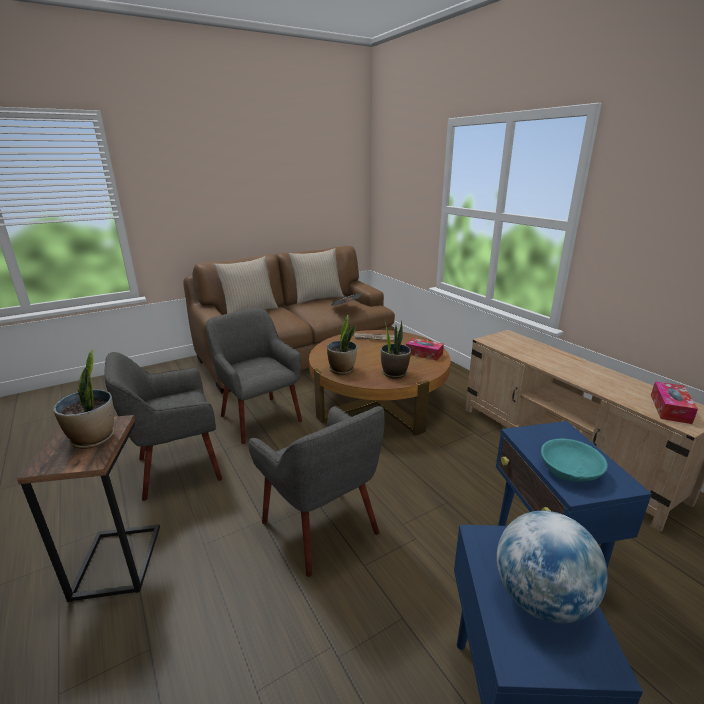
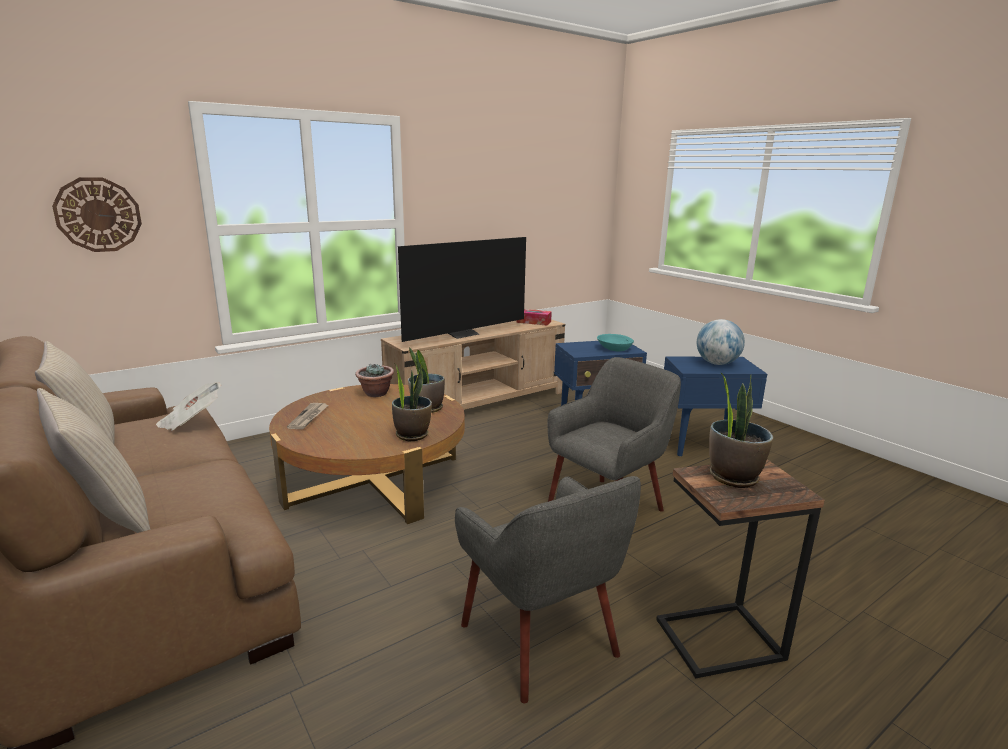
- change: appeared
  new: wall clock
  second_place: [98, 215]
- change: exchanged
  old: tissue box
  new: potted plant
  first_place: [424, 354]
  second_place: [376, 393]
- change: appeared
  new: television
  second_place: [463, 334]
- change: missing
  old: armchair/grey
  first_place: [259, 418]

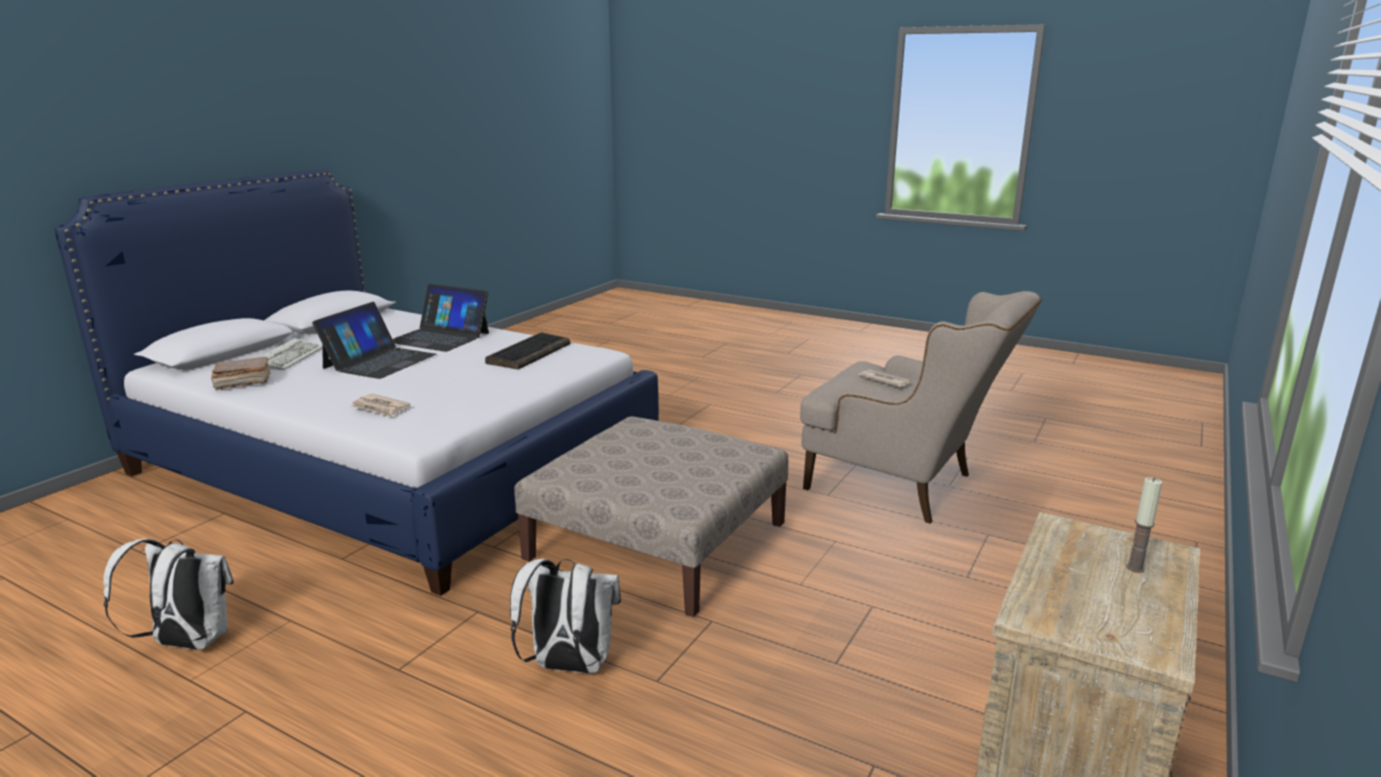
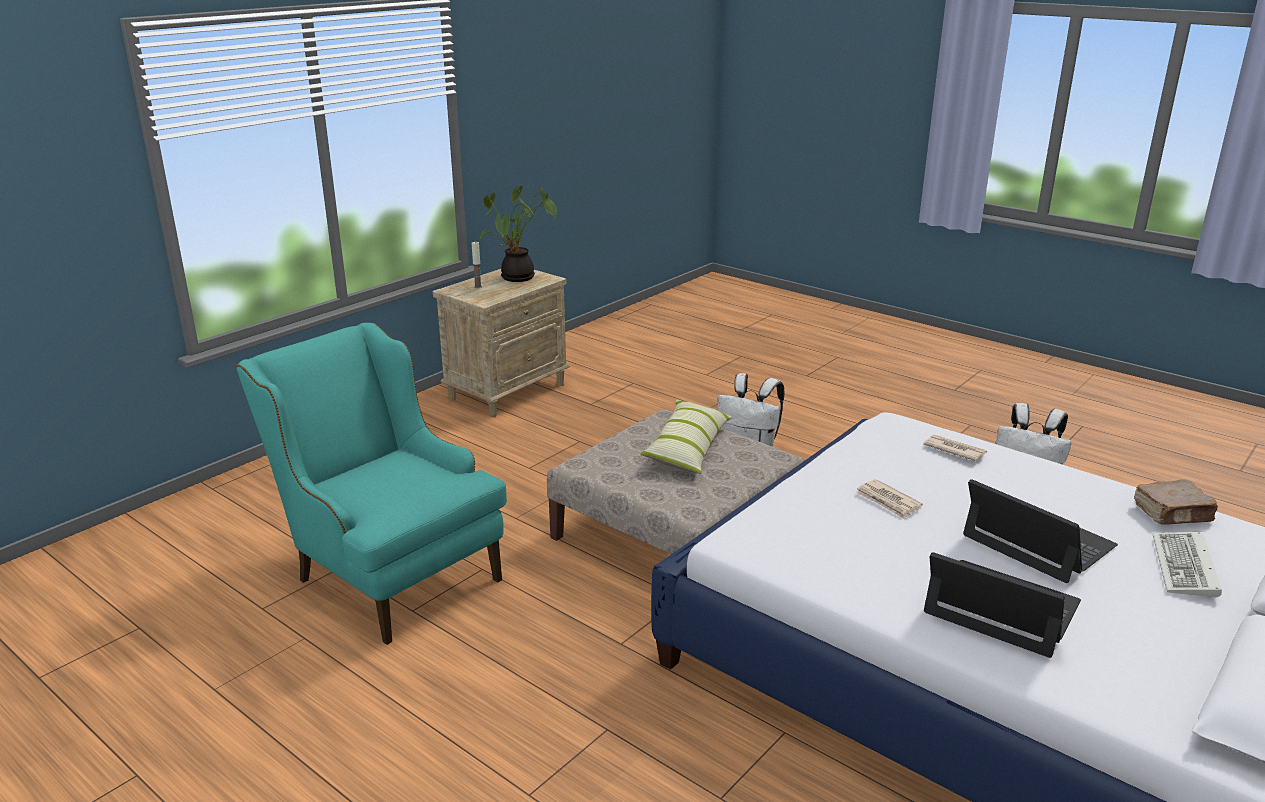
- change: colour
  old: armchair/beige
  new: armchair/turquoise
  first_place: [905, 486]
  second_place: [388, 571]
- change: appeared
  new: potted plant
  second_place: [518, 278]
- change: appeared
  new: pillow
  second_place: [687, 448]
- change: relocated
  old: newspaper
  first_place: [884, 380]
  second_place: [888, 501]
- change: spun
  old: laptop
  first_place: [379, 361]
  second_place: [1038, 541]
  degrees: 105
- change: missing
  old: keyboard
  first_place: [529, 353]

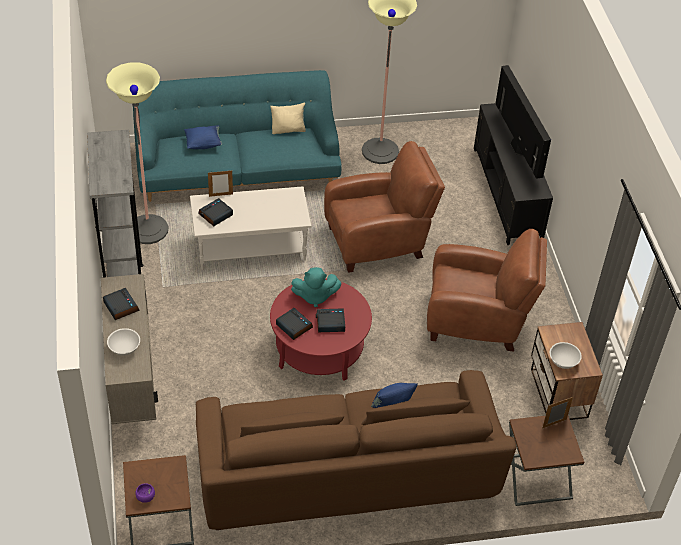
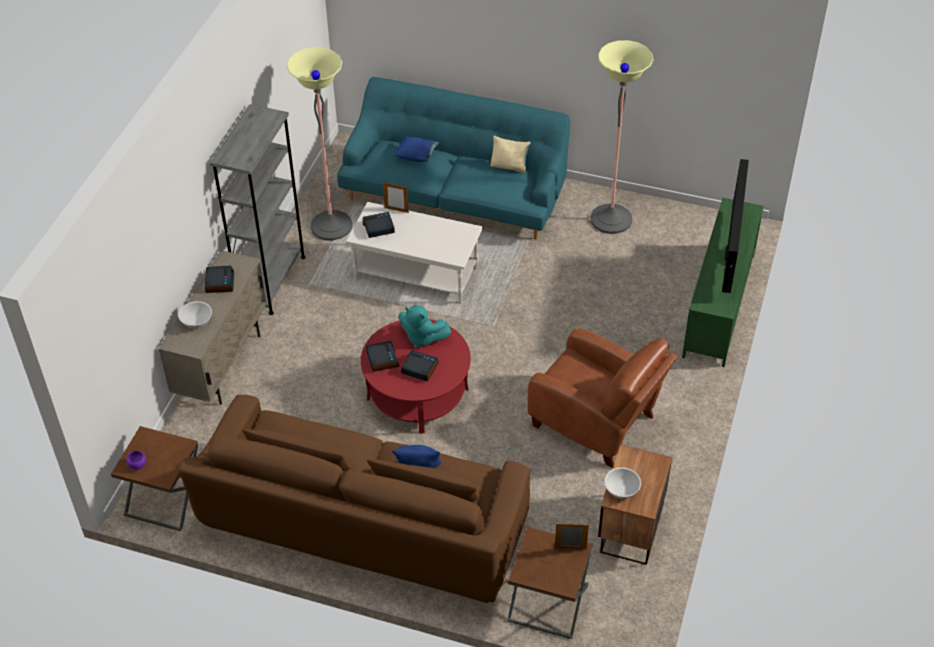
- change: colour
  old: tv stand/black
  new: tv stand/green
  first_place: [507, 194]
  second_place: [719, 304]
- change: missing
  old: armchair/brown
  first_place: [379, 241]

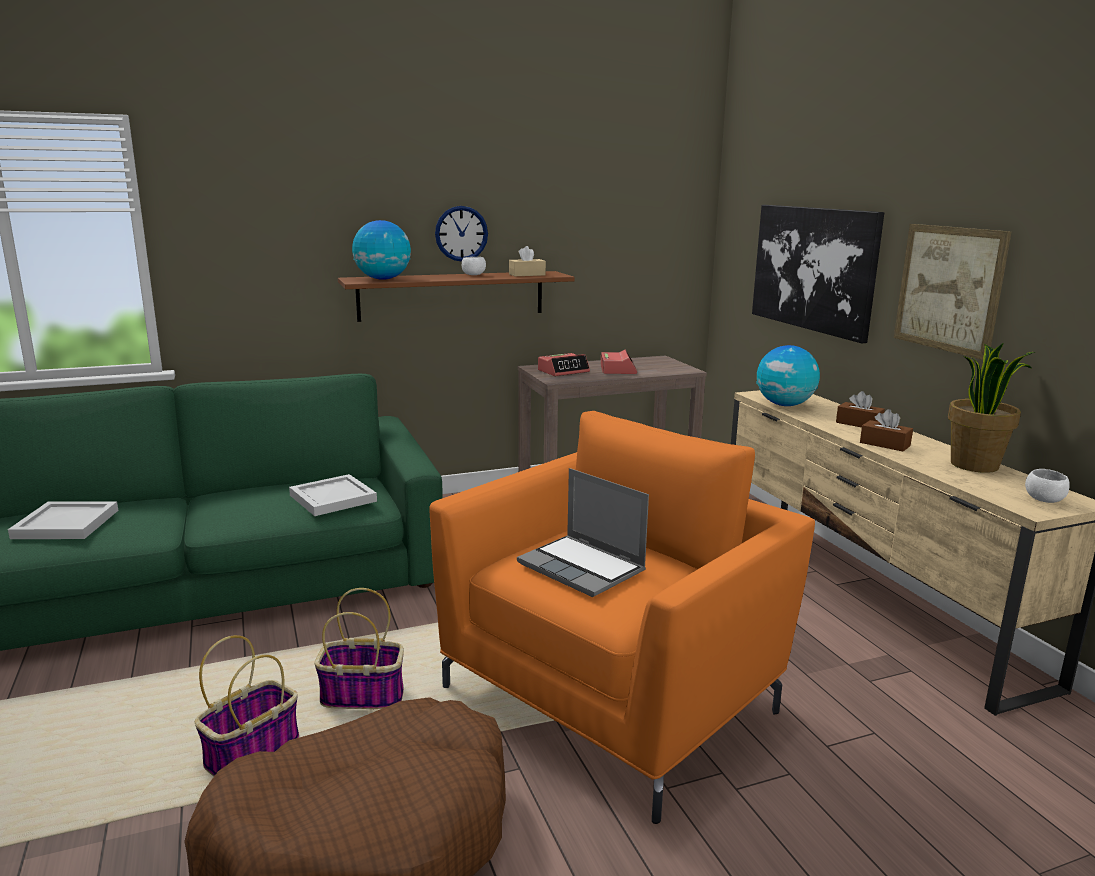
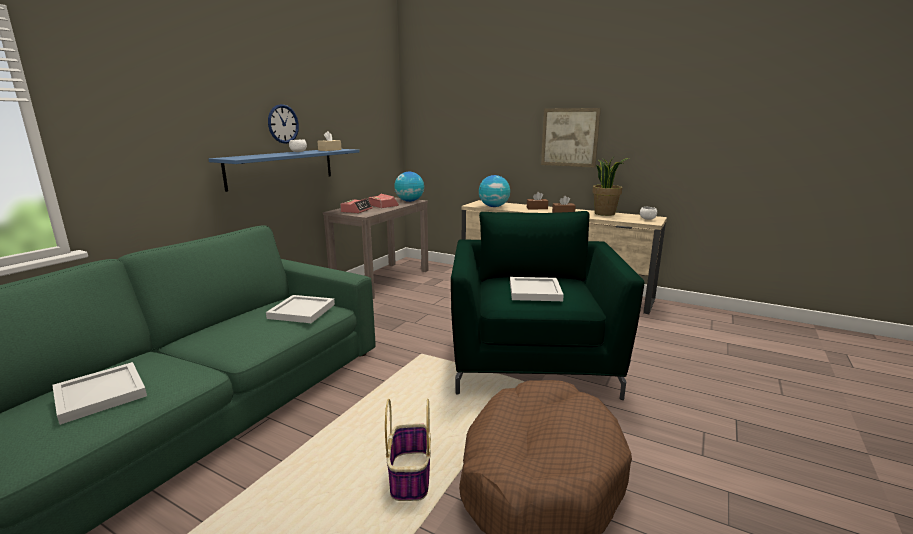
- change: colour
  old: shelf/brown
  new: shelf/blue
  first_place: [452, 295]
  second_place: [282, 168]
- change: relocated
  old: globe
  first_place: [382, 279]
  second_place: [409, 201]
- change: colour
  old: armchair/orange
  new: armchair/green
  first_place: [613, 697]
  second_place: [533, 363]
- change: exchanged
  old: laptop
  new: tray/white
  first_place: [583, 568]
  second_place: [535, 291]
- change: missing
  old: basket
  first_place: [364, 696]
- change: missing
  old: picture
  first_place: [813, 268]

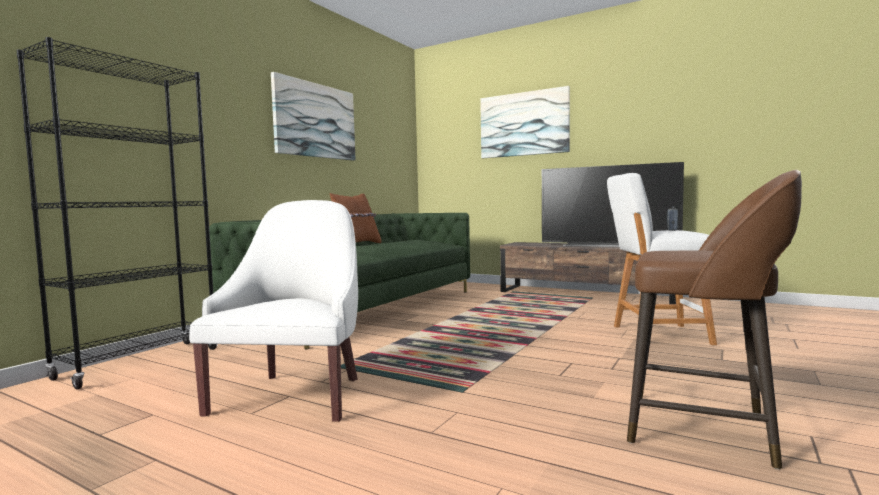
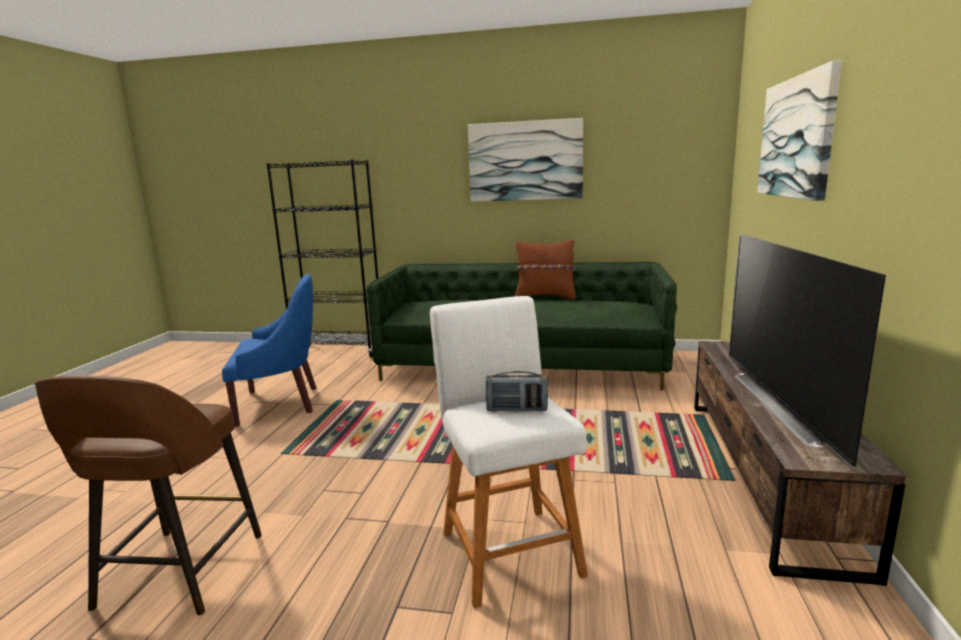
- change: colour
  old: armchair/white
  new: armchair/blue
  first_place: [294, 395]
  second_place: [280, 403]

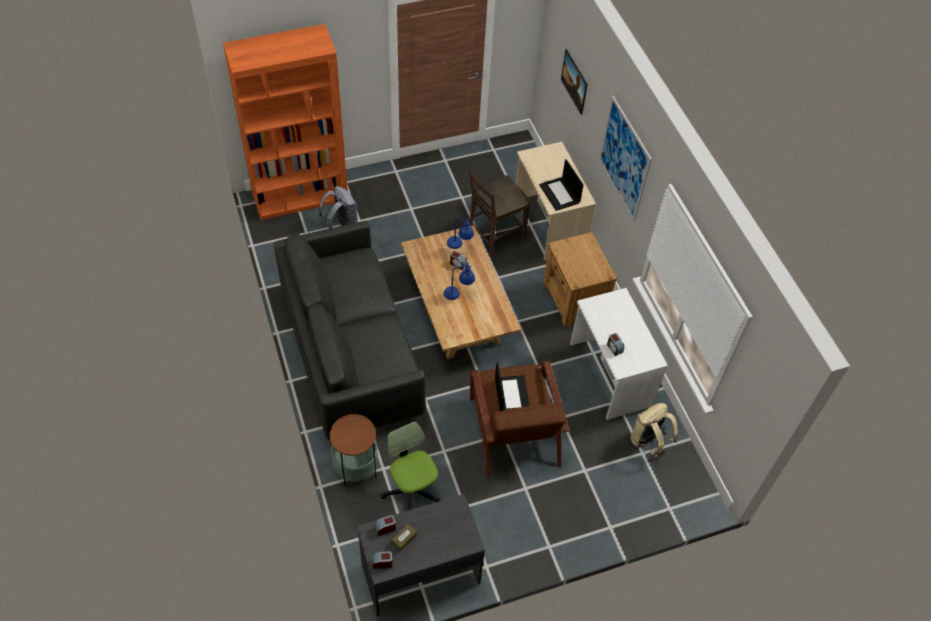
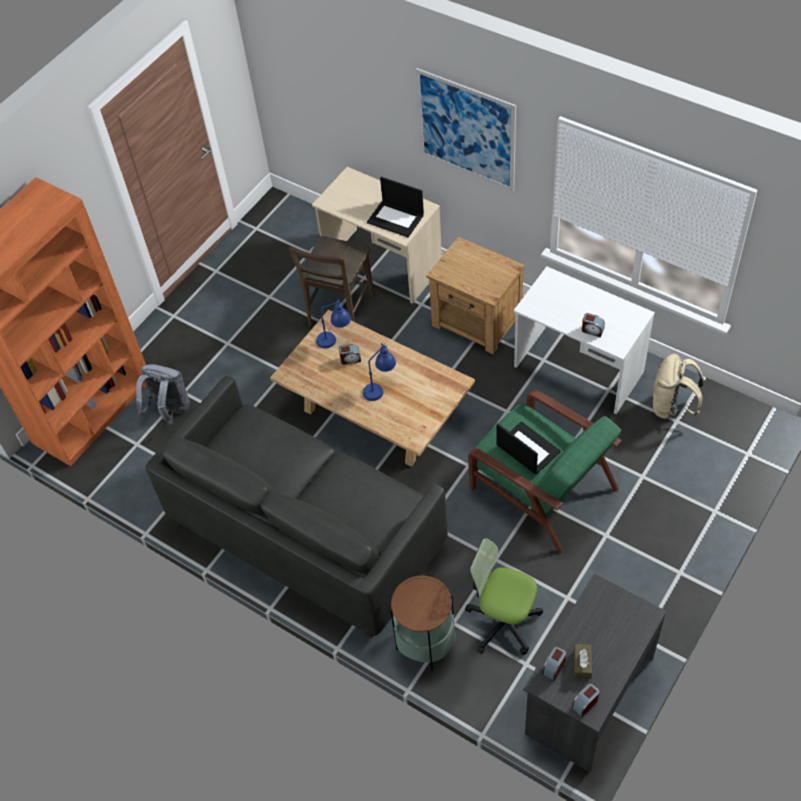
- change: colour
  old: armchair/brown
  new: armchair/green
  first_place: [514, 429]
  second_place: [541, 487]
- change: missing
  old: picture
  first_place: [573, 89]

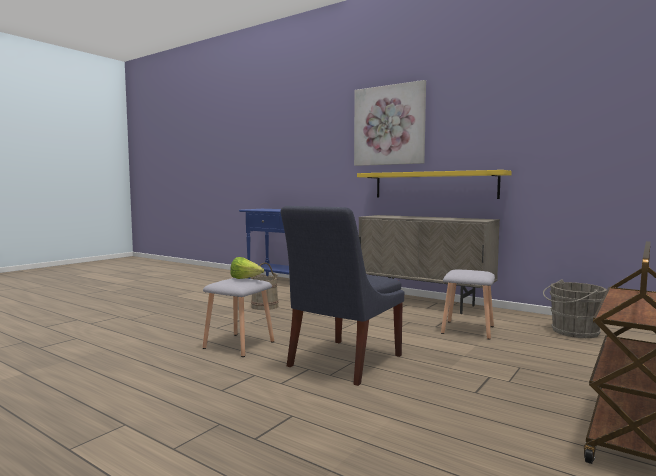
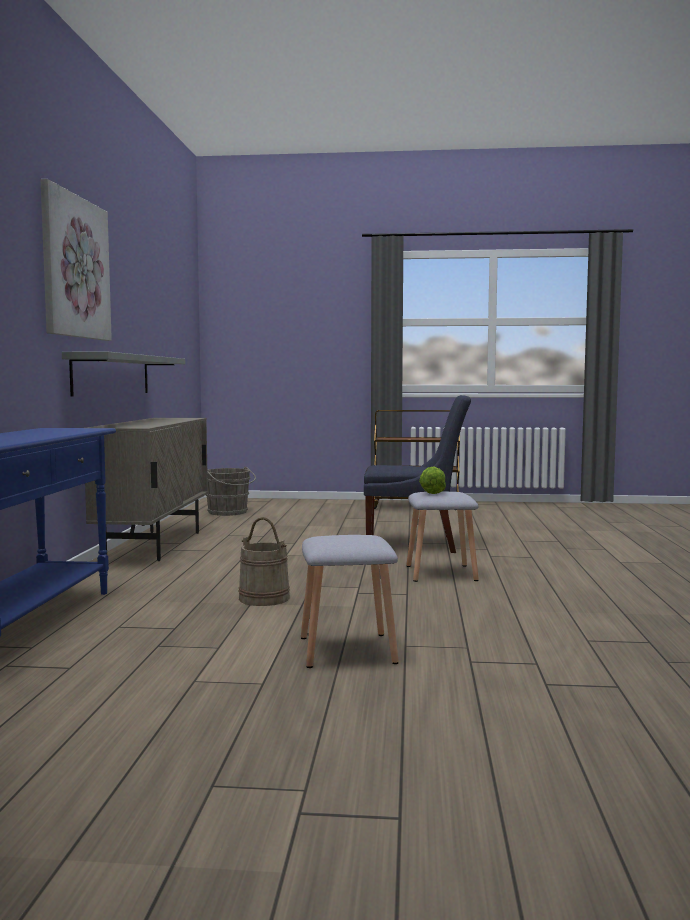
- change: colour
  old: shelf/yellow
  new: shelf/grey
  first_place: [434, 185]
  second_place: [112, 375]
- change: relocated
  old: stool/grey
  first_place: [468, 330]
  second_place: [349, 649]

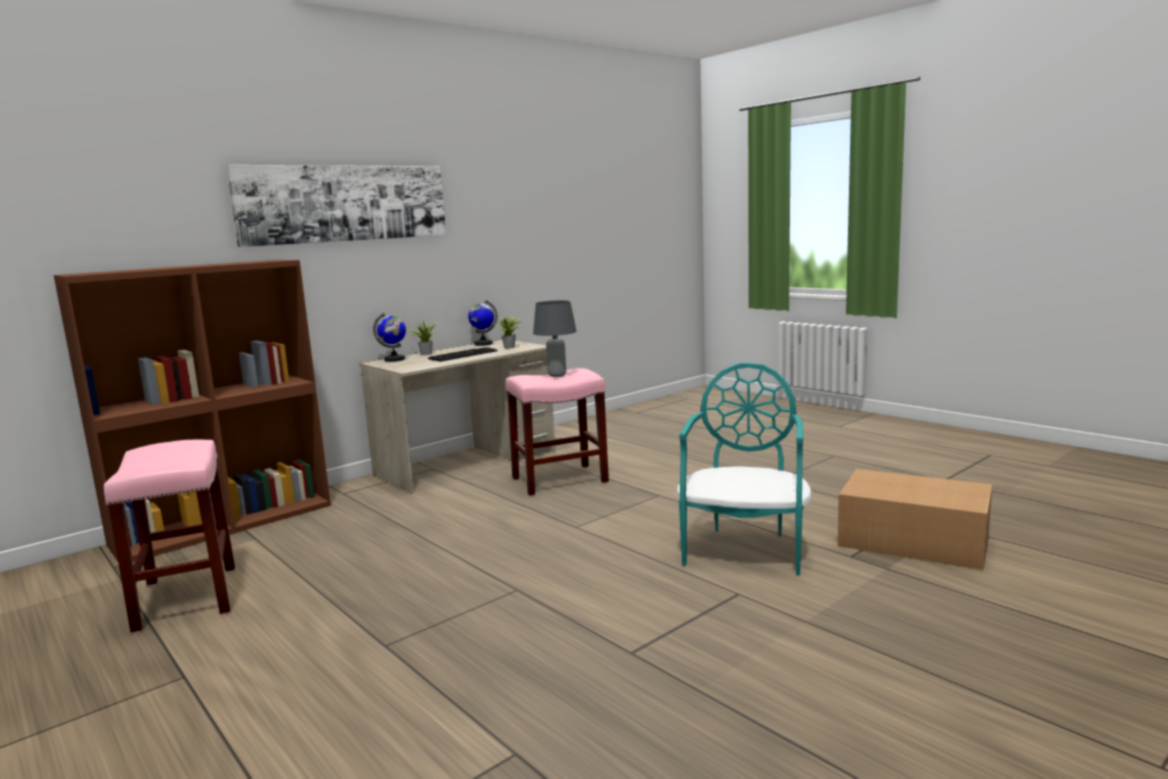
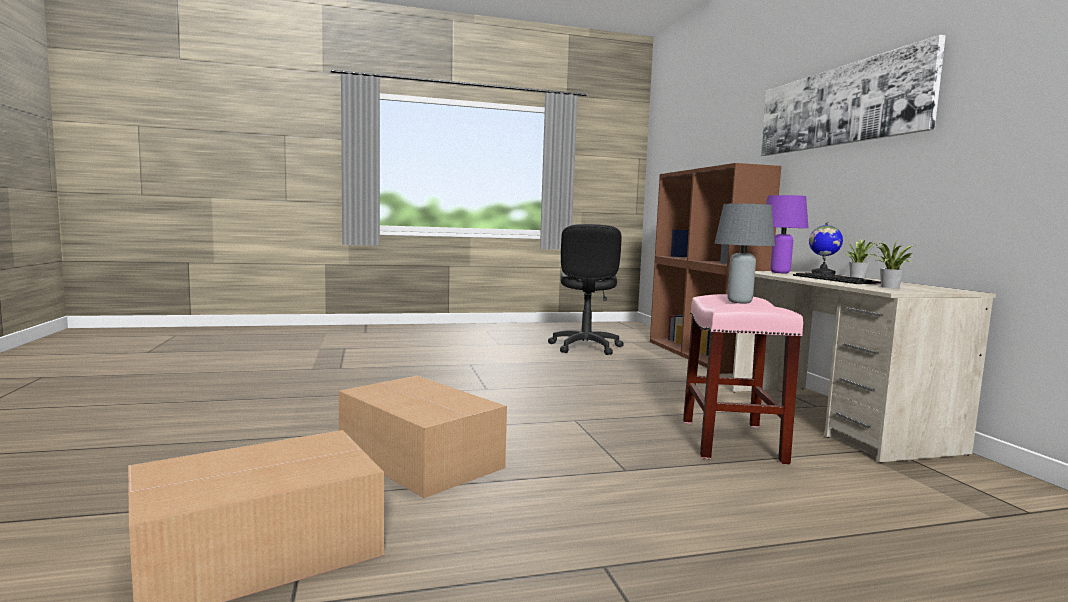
- change: exchanged
  old: chair/turquoise
  new: cardboard box
  first_place: [745, 549]
  second_place: [420, 459]
- change: exchanged
  old: stool/pink
  new: office chair/black
  first_place: [188, 598]
  second_place: [585, 347]
- change: appeared
  new: table lamp/purple
  second_place: [779, 272]
- change: missing
  old: globe
  first_place: [483, 344]

